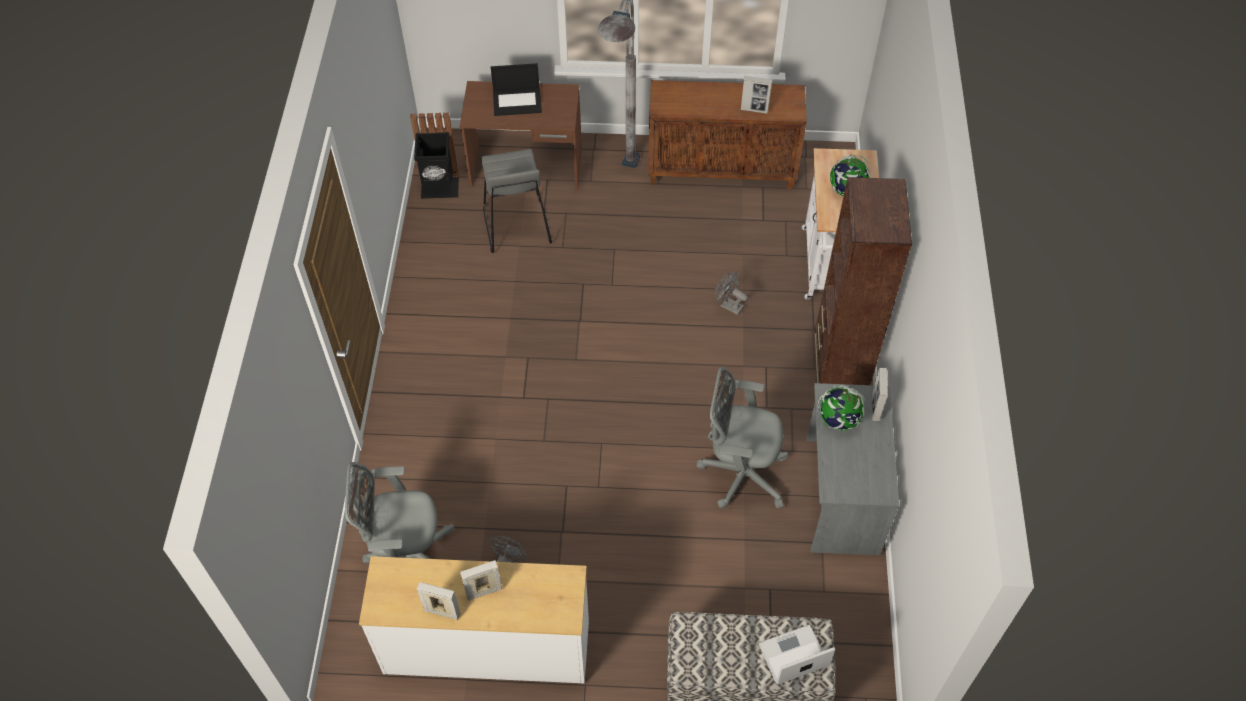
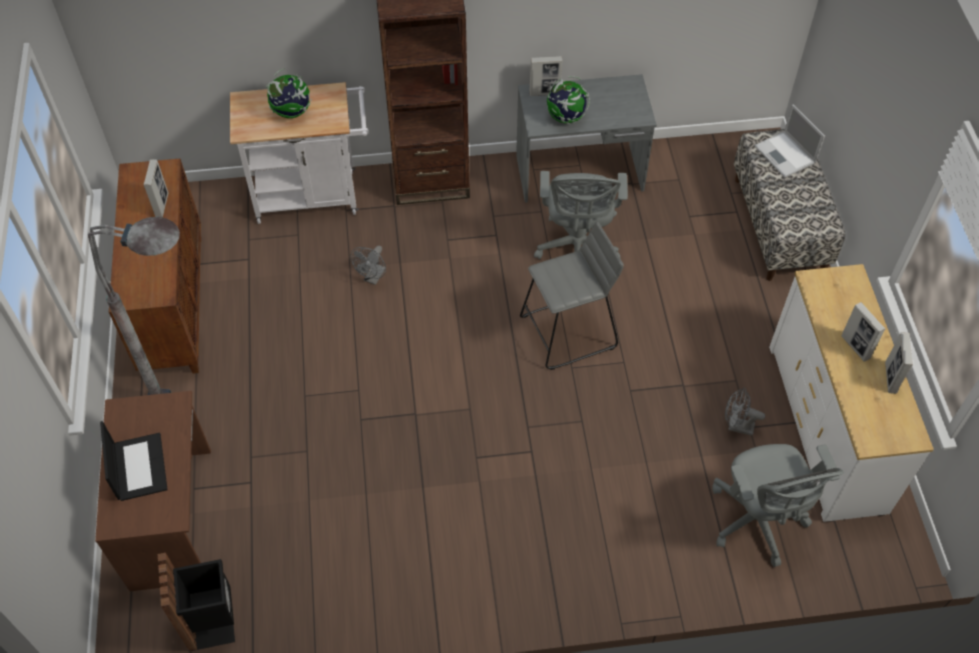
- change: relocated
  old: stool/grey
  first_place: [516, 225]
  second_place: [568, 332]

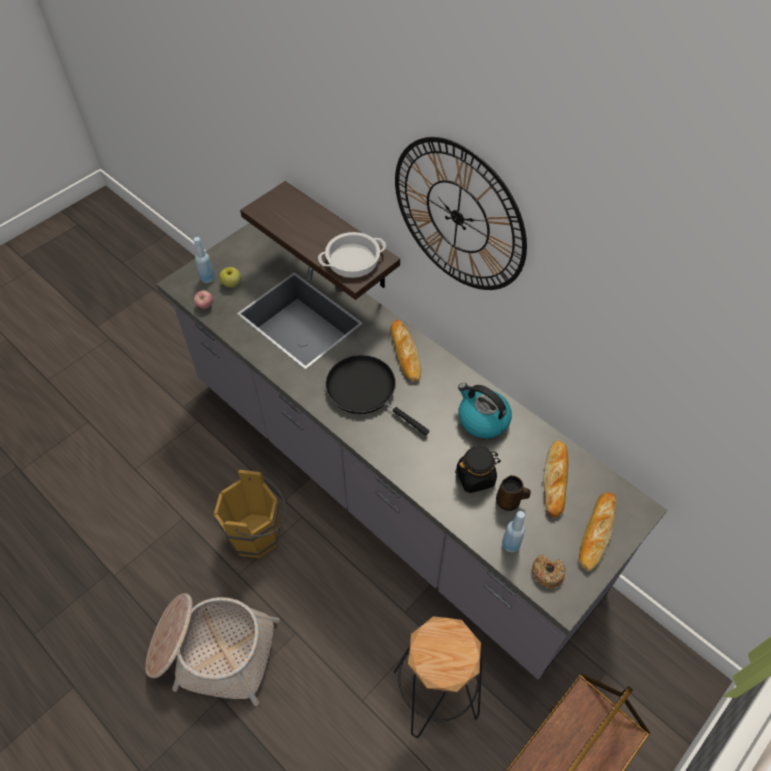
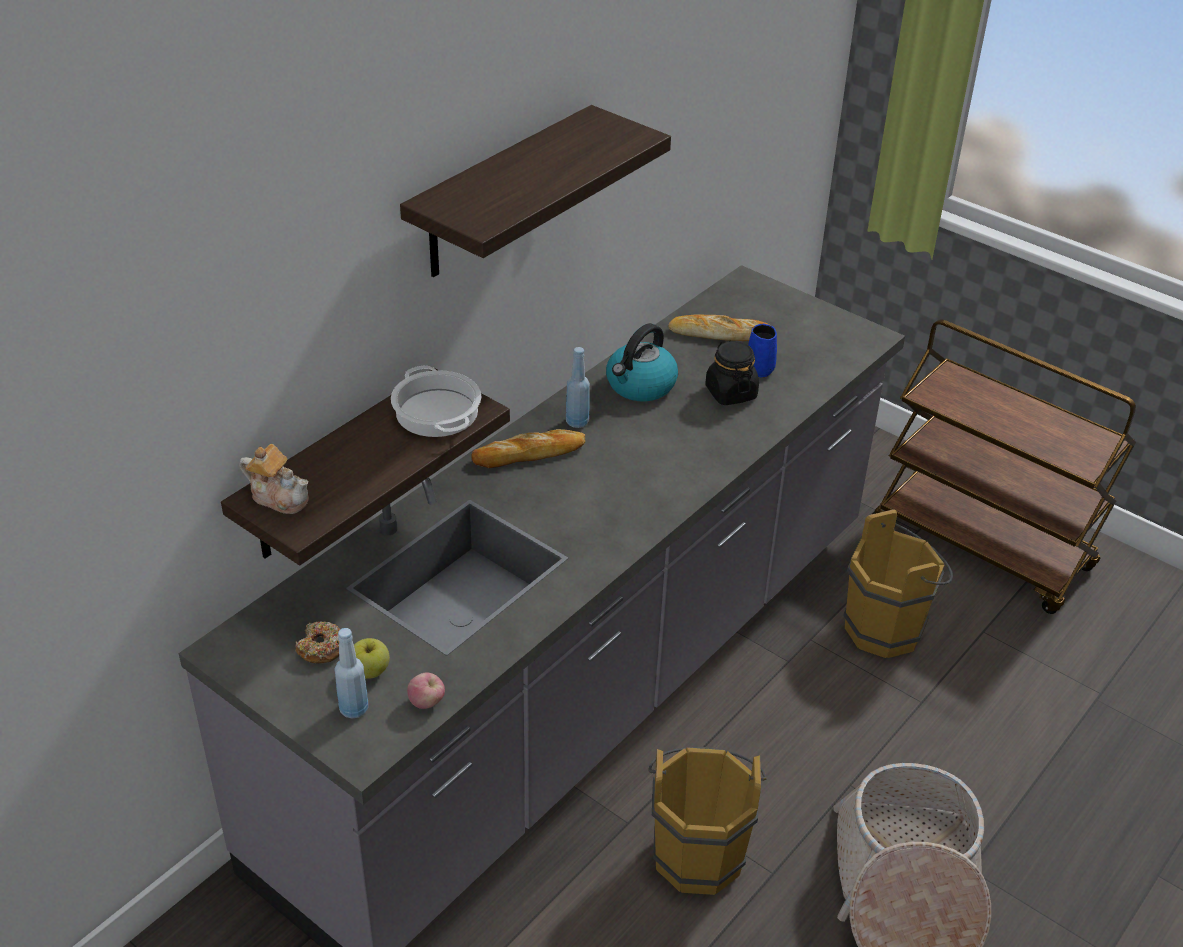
- change: appeared
  new: teapot
  second_place: [279, 497]
- change: relocated
  old: donut
  first_place: [547, 573]
  second_place: [321, 649]
- change: exchanged
  old: wall clock
  new: shelf
  first_place: [458, 217]
  second_place: [501, 194]
- change: relocated
  old: bottle/blue
  first_place: [511, 544]
  second_place: [577, 422]
- change: colour
  old: mug/brown
  new: mug/blue
  first_place: [509, 502]
  second_place: [759, 368]
- change: exchanged
  old: stool/black
  new: bucket/brown
  first_place: [435, 693]
  second_place: [889, 629]
- change: missing
  old: frying pan/black
  first_place: [365, 391]
- change: missing
  old: bread
  first_place: [596, 532]

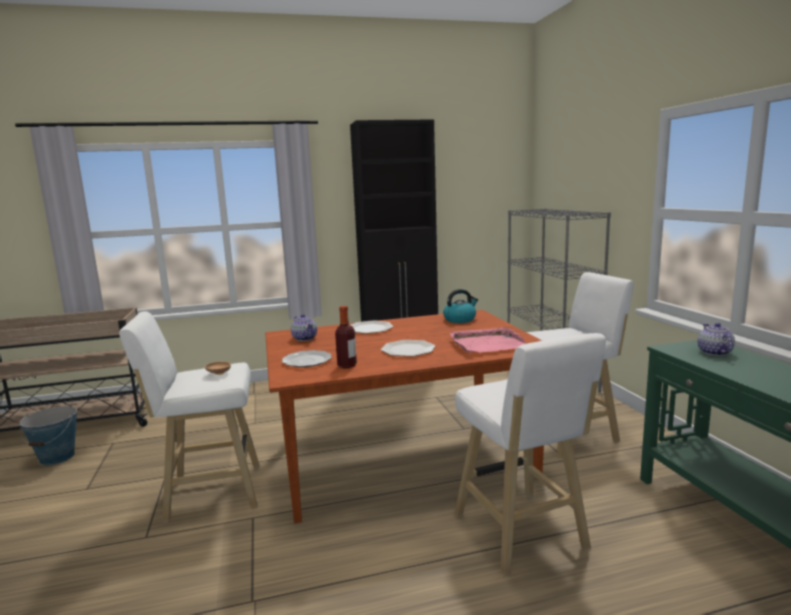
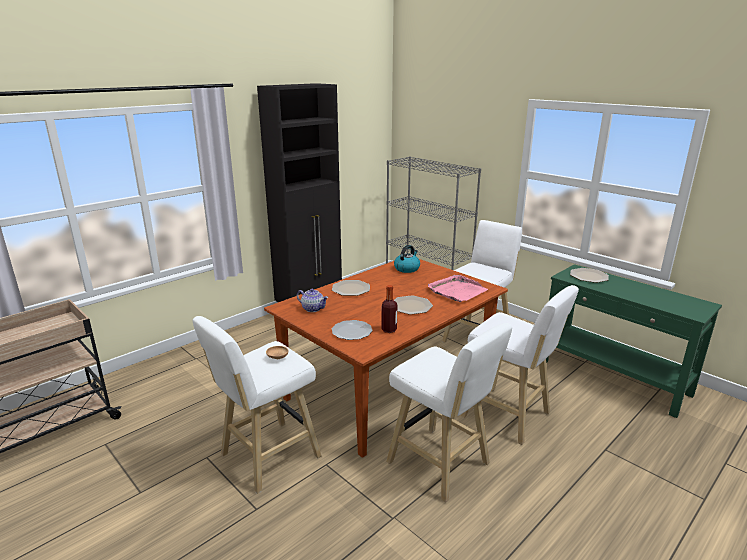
- change: appeared
  new: stool/white
  second_place: [441, 465]
- change: exchanged
  old: teapot
  new: plate
  first_place: [714, 352]
  second_place: [589, 276]
- change: missing
  old: bucket
  first_place: [57, 457]

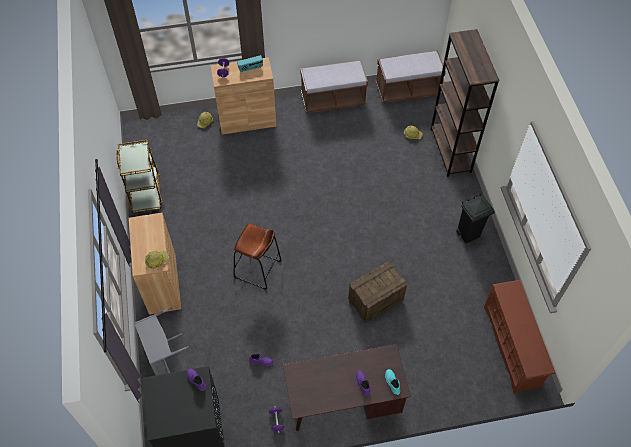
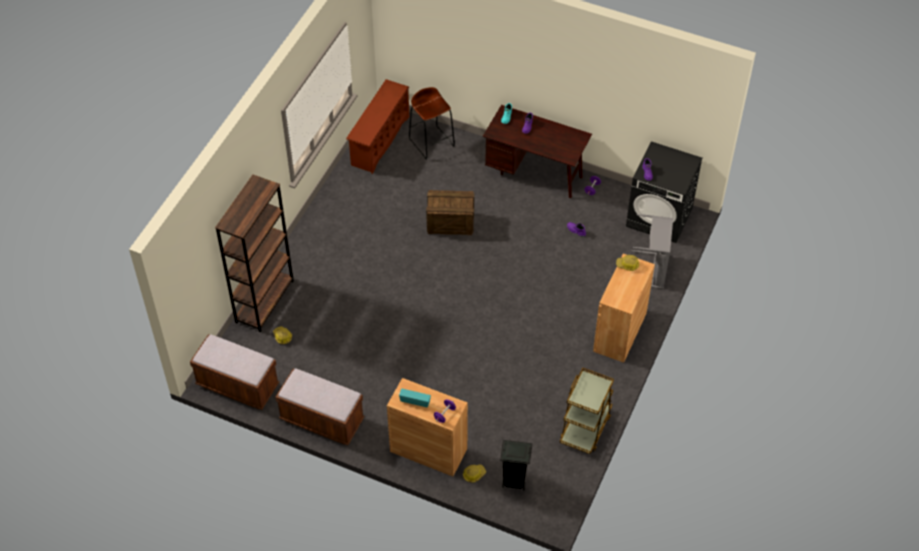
- change: relocated
  old: stool/brown
  first_place: [258, 269]
  second_place: [431, 142]
- change: relocated
  old: trash can/black
  first_place: [468, 234]
  second_place: [513, 481]

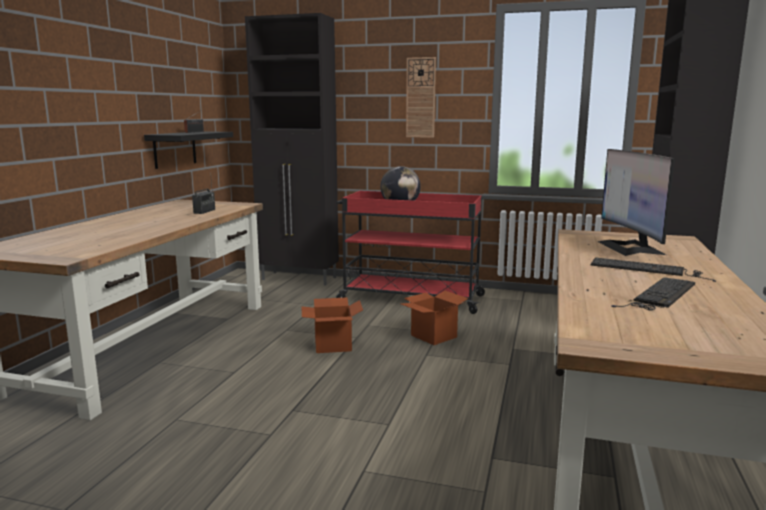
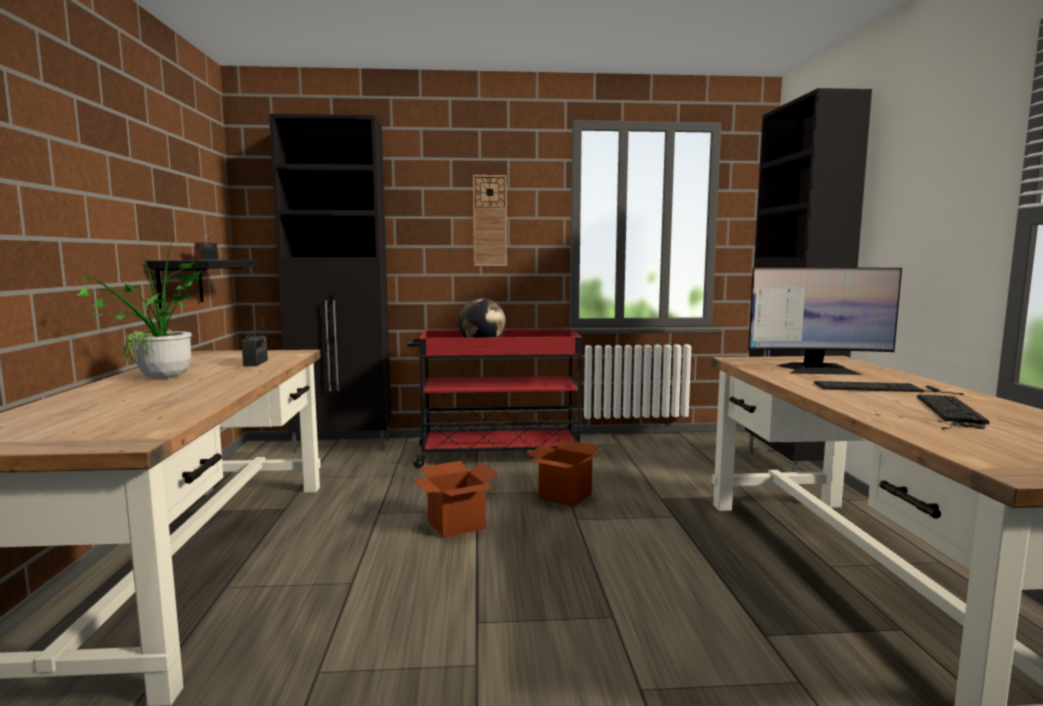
- change: appeared
  new: potted plant
  second_place: [160, 379]
- change: spun
  old: monitor
  first_place: [630, 248]
  second_place: [817, 370]
  degrees: -60

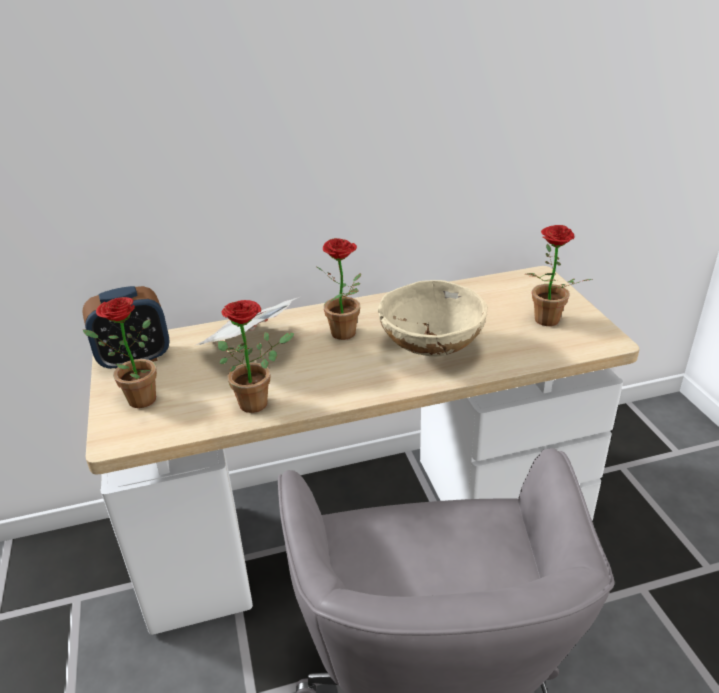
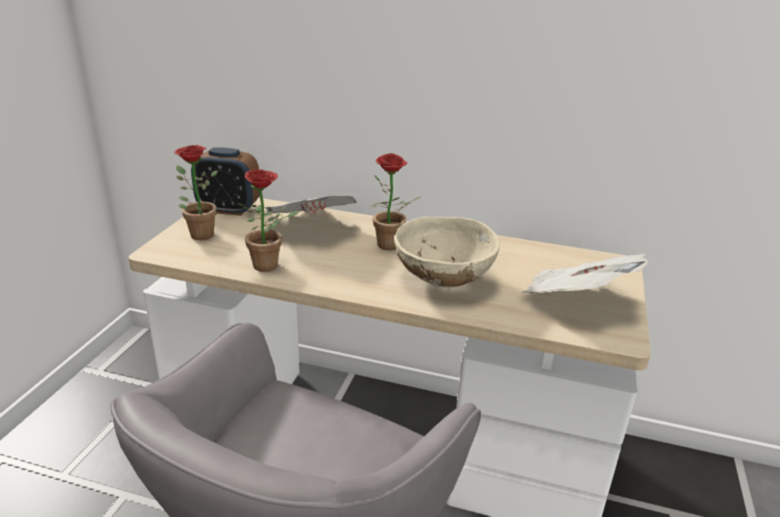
- change: exchanged
  old: potted plant
  new: newspaper
  first_place: [545, 322]
  second_place: [575, 300]

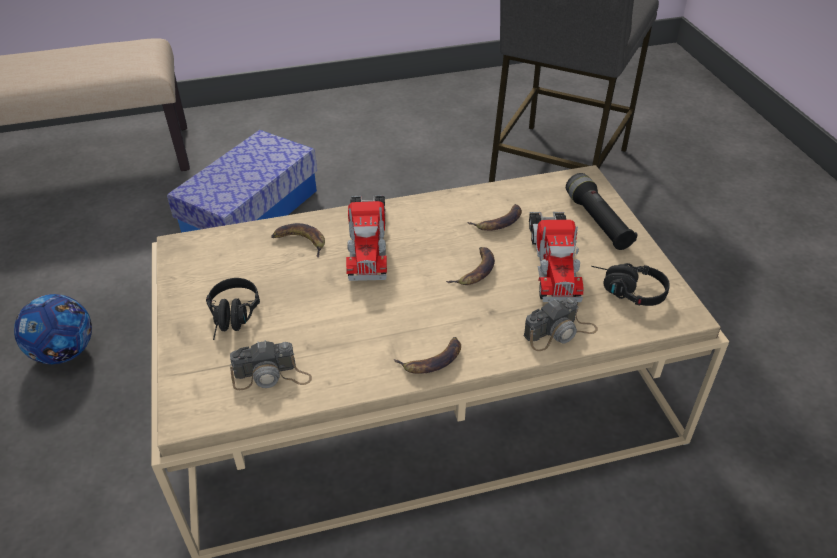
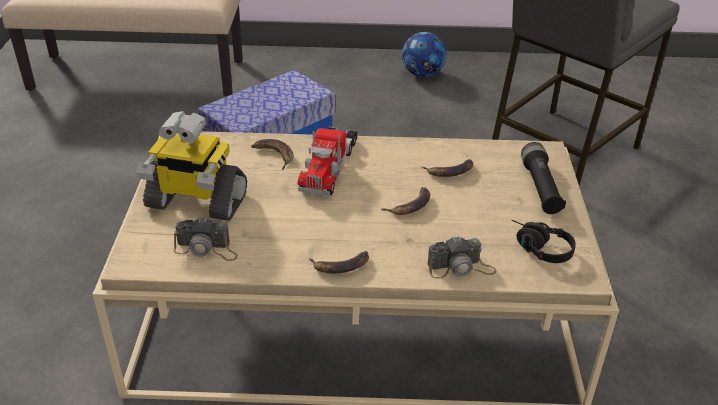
- change: exchanged
  old: headphones/black
  new: toy robot
  first_place: [233, 319]
  second_place: [195, 202]
- change: relocated
  old: football
  first_place: [65, 352]
  second_place: [422, 74]
- change: missing
  old: toy truck
  first_place: [552, 261]

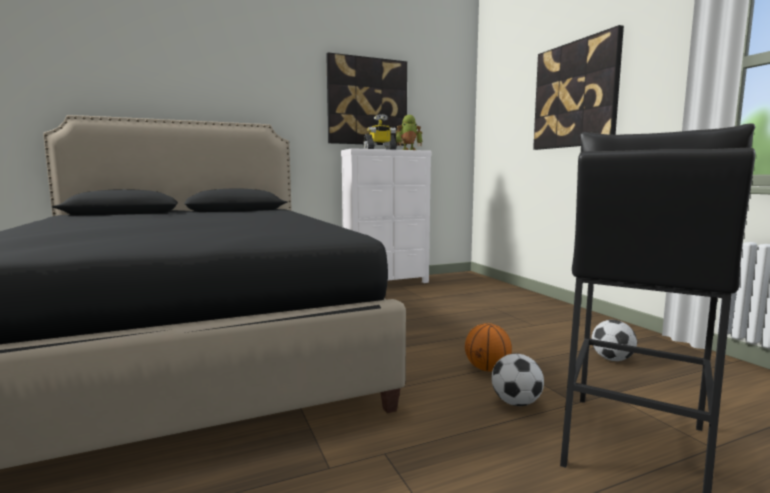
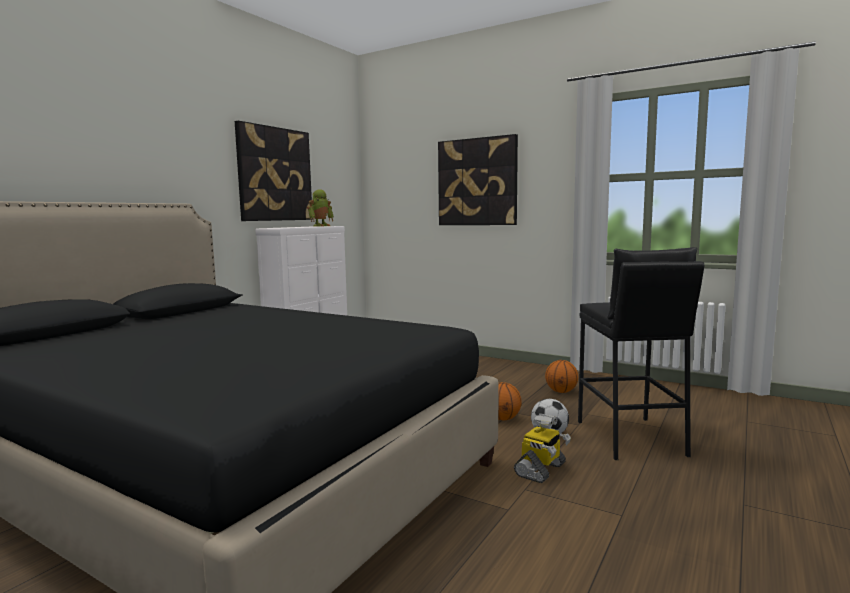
- change: relocated
  old: toy robot
  first_place: [379, 149]
  second_place: [541, 470]
- change: exchanged
  old: football
  new: basketball
  first_place: [612, 359]
  second_place: [561, 391]

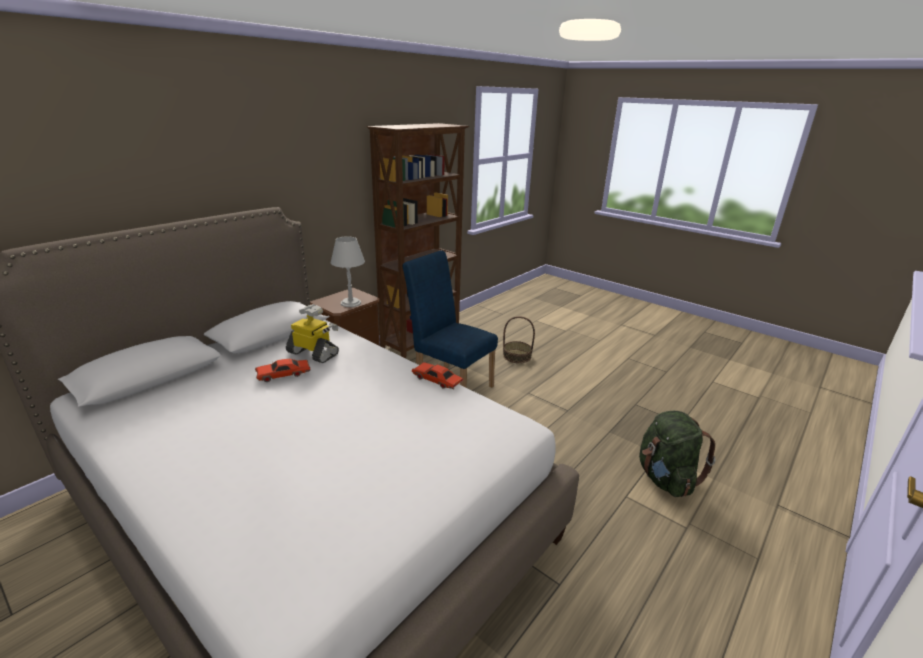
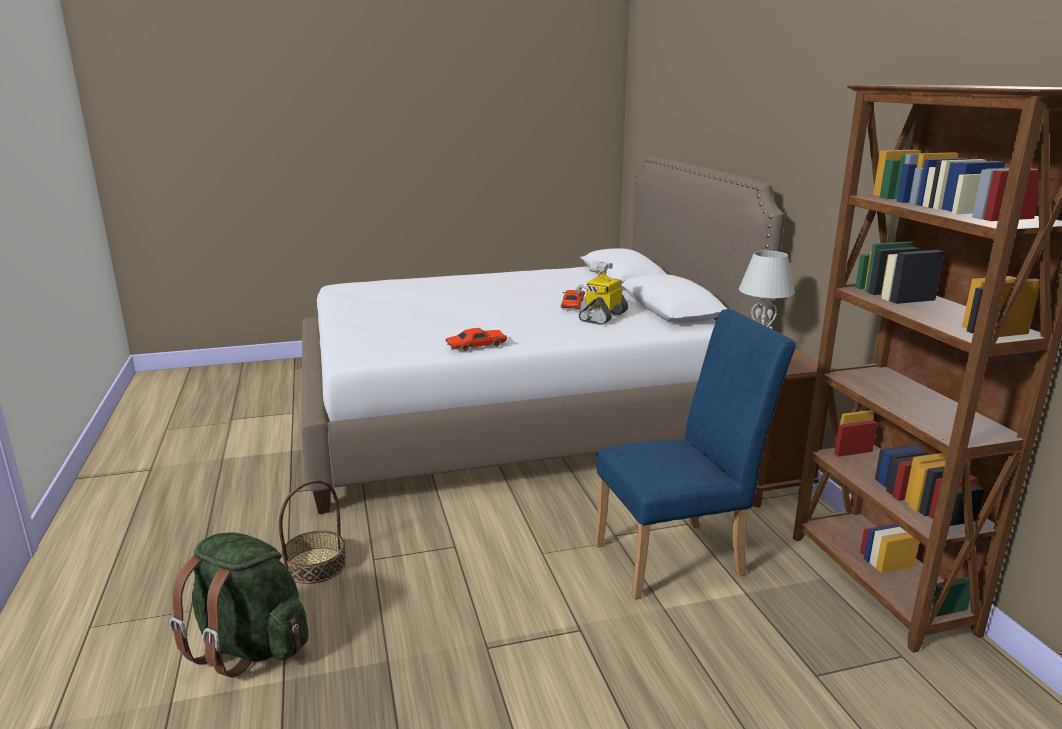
- change: relocated
  old: basket
  first_place: [517, 356]
  second_place: [315, 565]
- change: spun
  old: toy robot
  first_place: [314, 353]
  second_place: [602, 316]
  degrees: 150

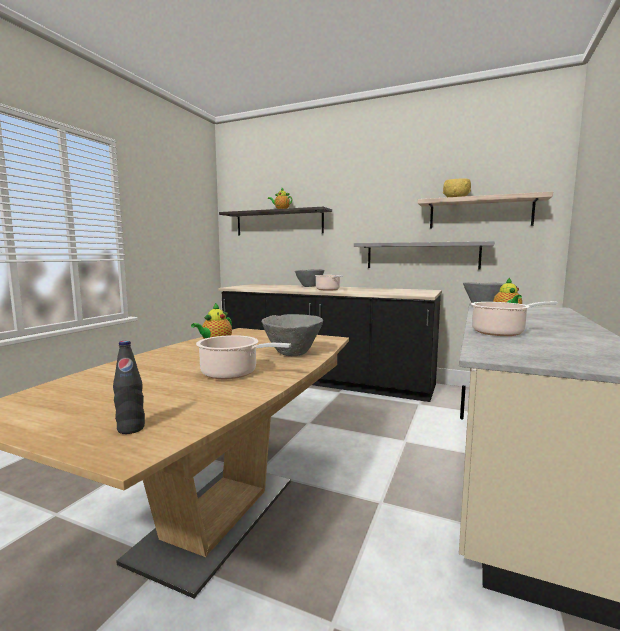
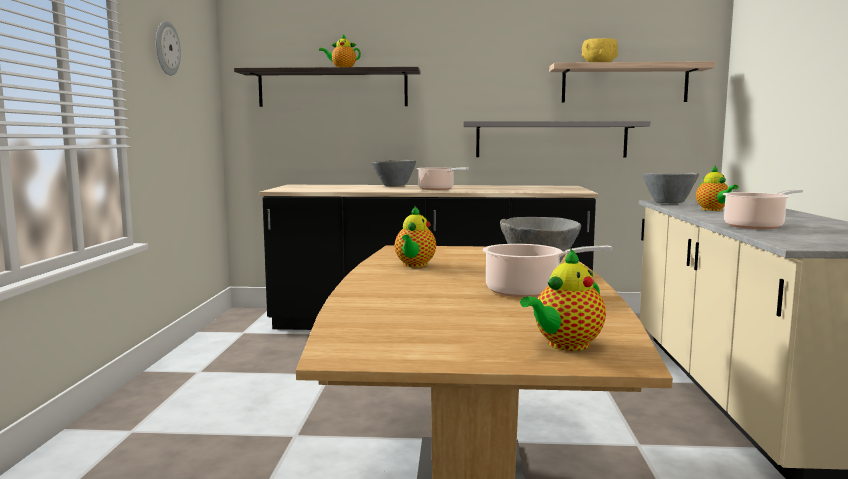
- change: appeared
  new: wall clock
  second_place: [166, 48]
- change: exchanged
  old: bottle/black
  new: teapot
  first_place: [131, 429]
  second_place: [565, 345]

